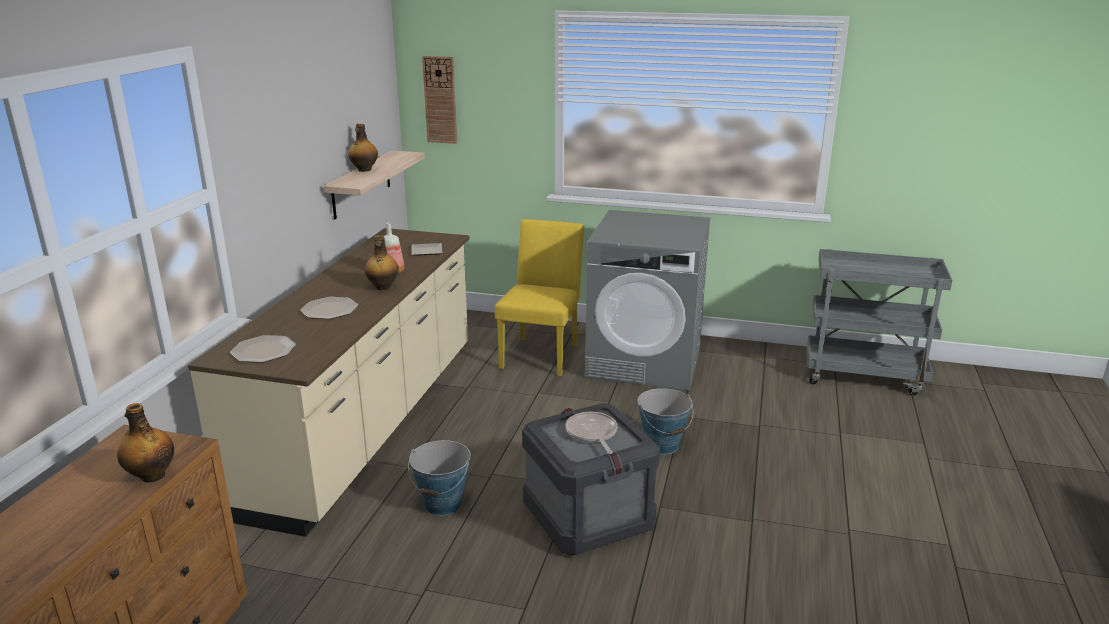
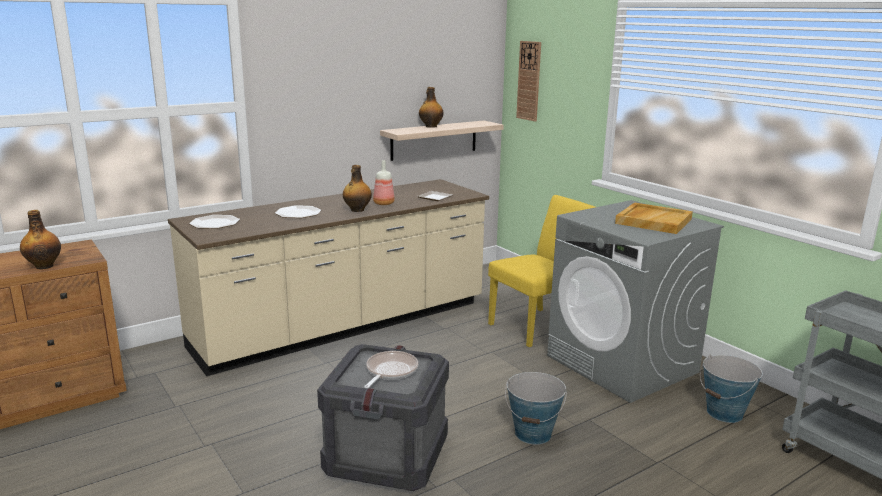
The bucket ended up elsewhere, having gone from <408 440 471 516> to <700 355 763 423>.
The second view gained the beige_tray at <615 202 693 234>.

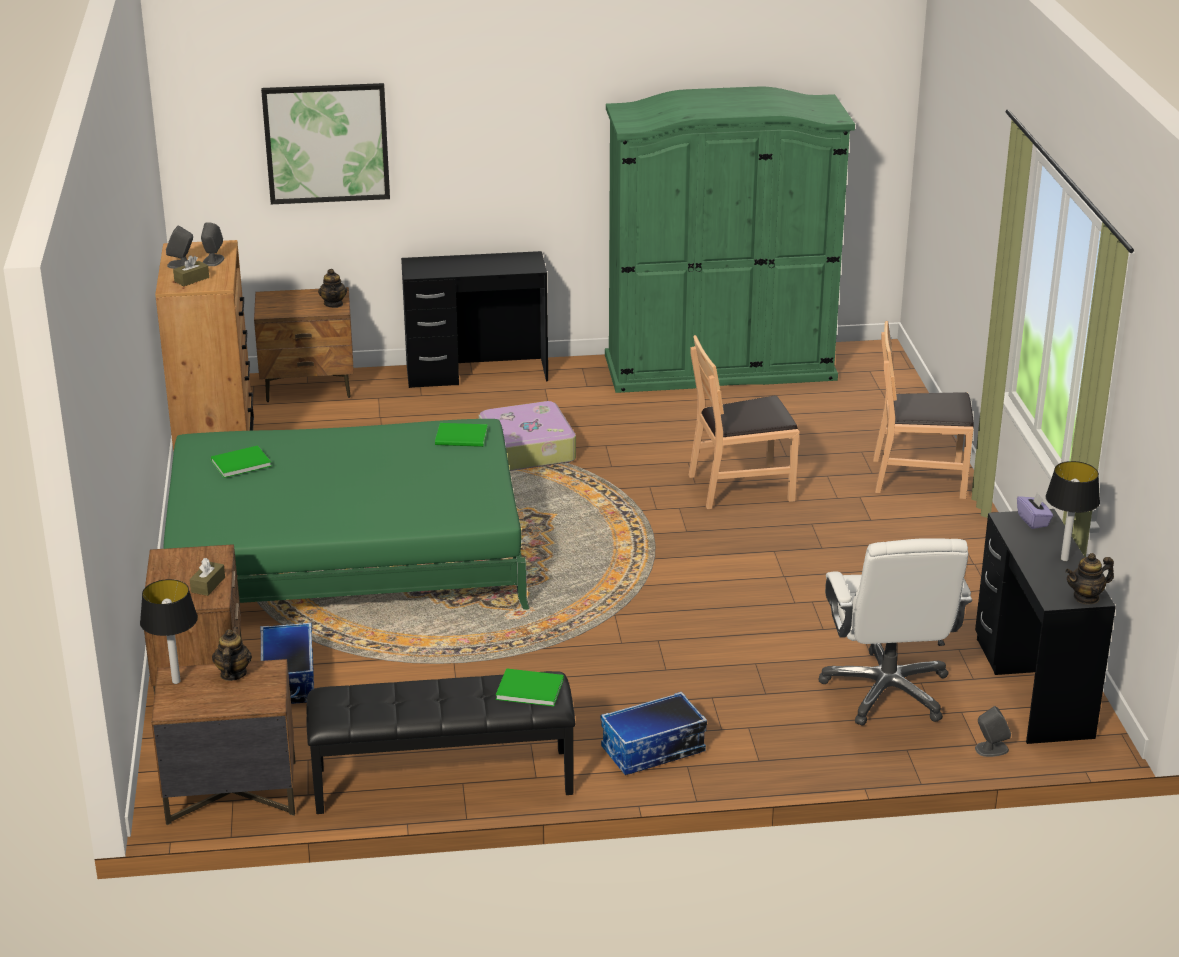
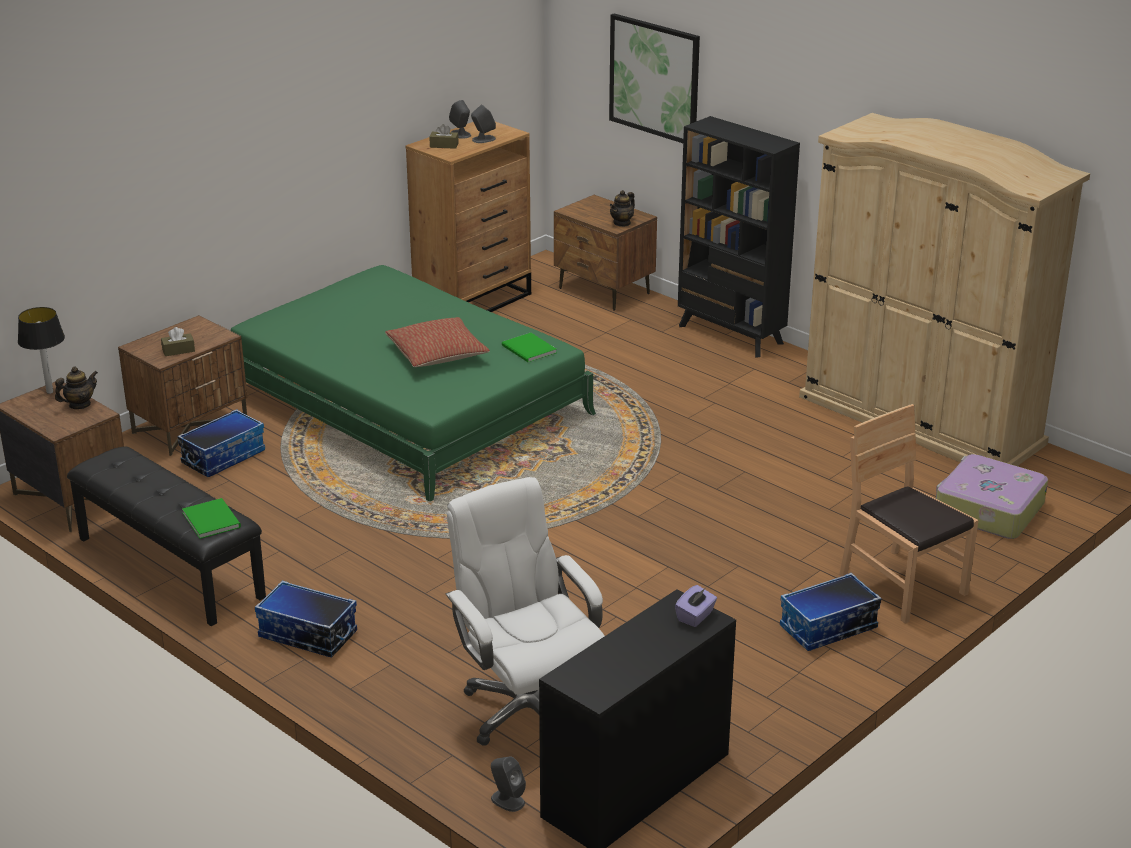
What was the green_wardrobe at <605 87 855 393> turned into the beige_wardrobe at <799 113 1090 466>.
Where the black_desk stood at <401 251 548 388>, the black_bookcase came to stand at <678 116 800 357>.
The second view lost the brown_chair at <688 335 799 509>.
The suitcase ended up elsewhere, having gone from <478 401 576 471> to <936 454 1048 539>.
The second view lost the green_book at <211 445 271 478>.
The second view lost the table_lamp at <1046 461 1100 561>.
The white_office_chair at <818 539 972 725> ended up facing another way, 105 degrees clockwise from before.
The second view lost the teapot at <1065 553 1114 604>.
The second view gained the pillow at <385 317 490 367>.
The second view gained the storage_box at <780 573 881 651>.

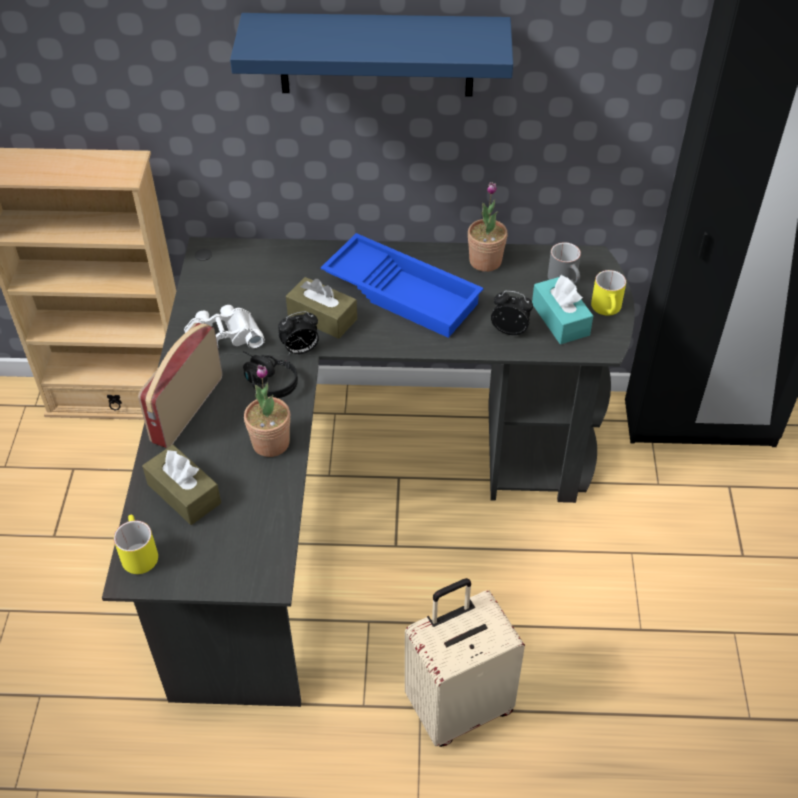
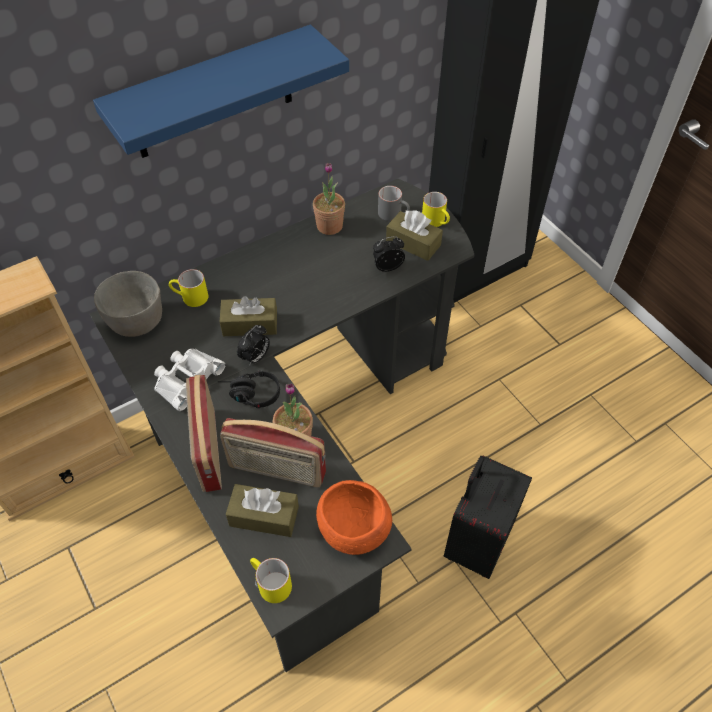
The second view lost the blue_tray at <321 233 484 338>.
What was the turquoise_tissue_box at <532 275 593 344> turned into the brown_tissue_box at <386 210 443 261>.
What was the beige_suitcase at <405 578 525 747> turned into the black_suitcase at <444 455 532 579>.
The second view gained the yellow_mug at <169 269 208 307>.
The second view gained the grey_bowl at <94 271 162 337>.
The second view gained the radio at <220 418 326 487>.
The second view gained the orange_bowl at <316 480 392 555>.

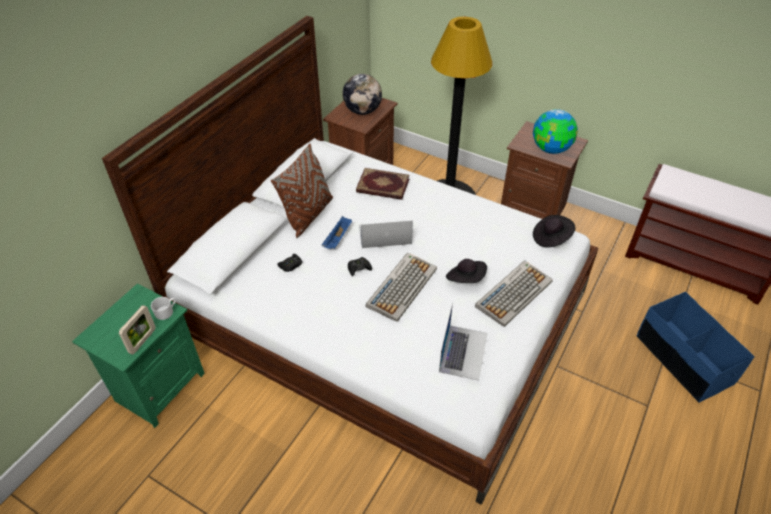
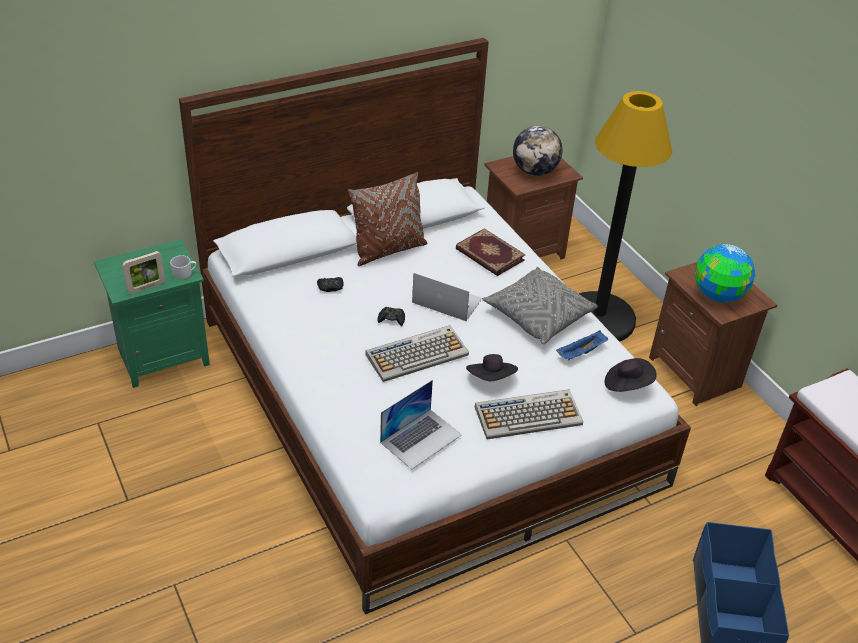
The blue_tray ended up elsewhere, having gone from <321 216 352 249> to <556 330 608 360>.
The second view gained the grey_pillow at <482 267 598 344>.

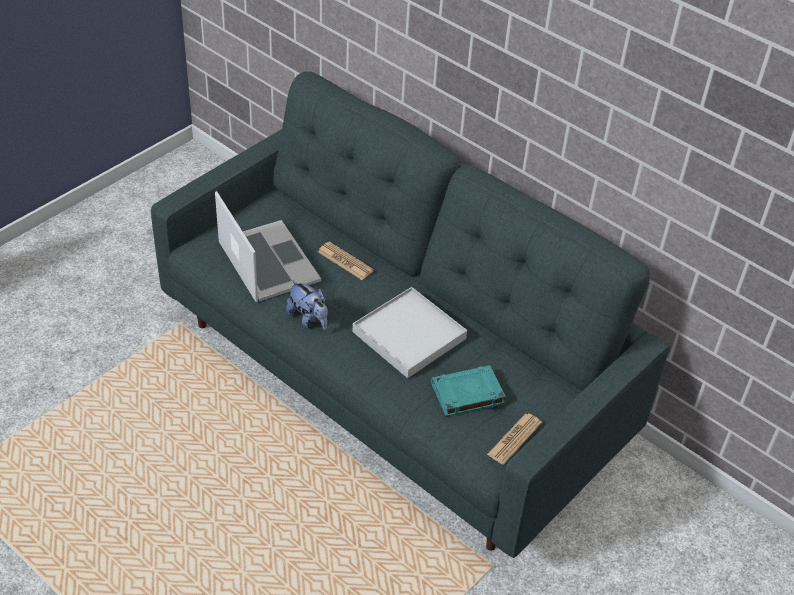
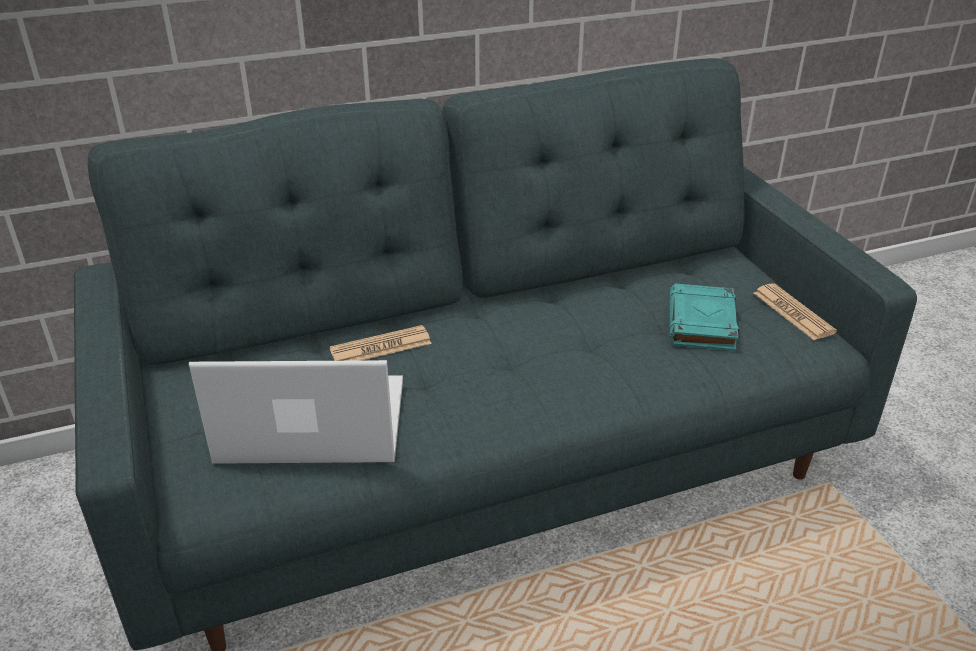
The second view lost the plush_toy at <286 280 328 330>.
The second view lost the white_tray at <353 287 467 378>.

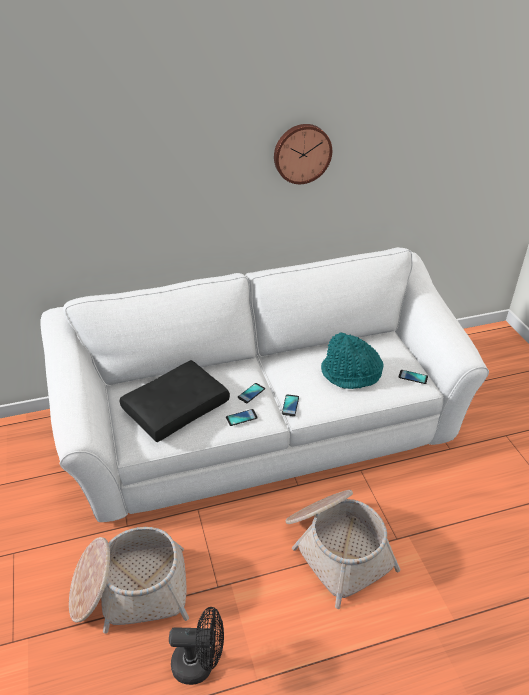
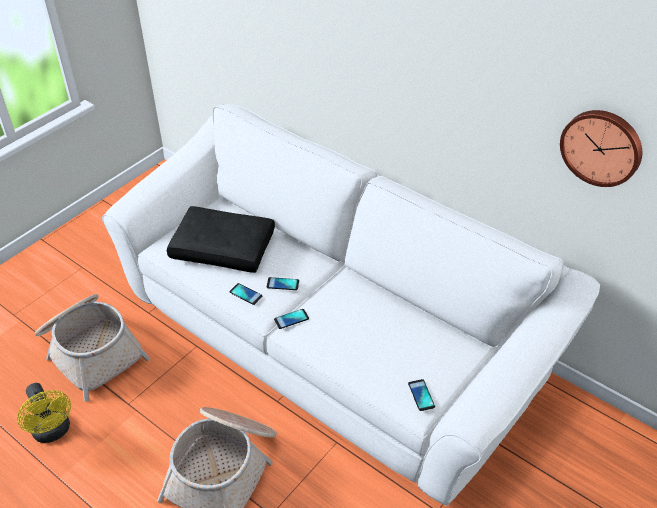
The wall_clock ended up elsewhere, having gone from <274 124 332 184> to <560 110 642 187>.
The second view lost the turquoise_hat at <321 332 384 389>.
What was the black_fan at <169 607 224 685> turned into the yellow_fan at <17 383 71 443>.

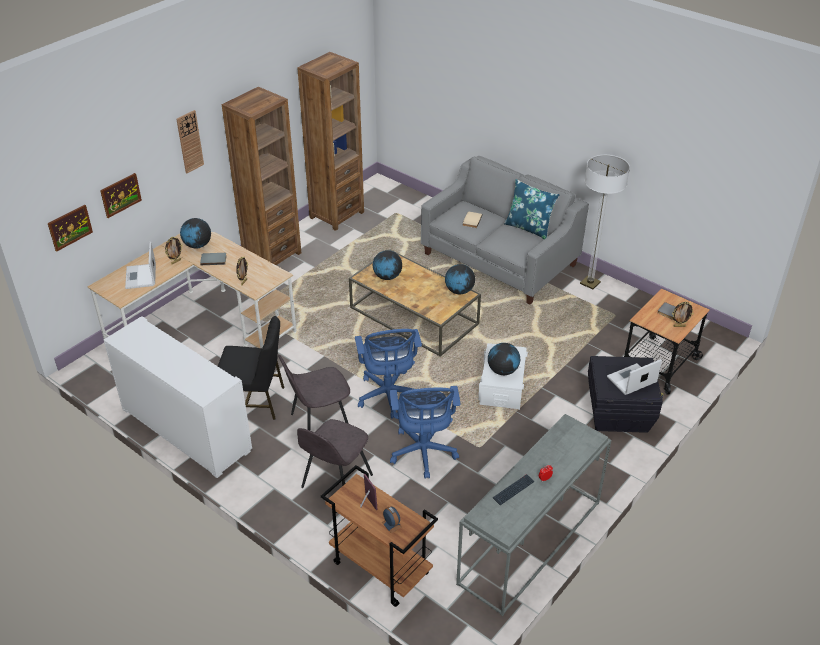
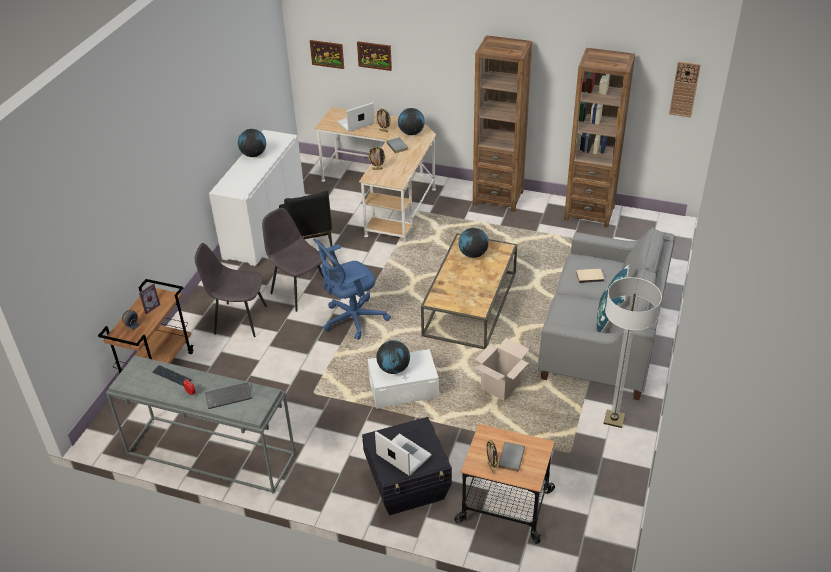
The wall_clock ended up elsewhere, having gone from <176 110 204 173> to <669 61 701 117>.
The globe ended up elsewhere, having gone from <445 264 475 294> to <238 129 266 157>.
The second view lost the blue_office_chair at <390 386 460 479>.
The second view gained the cardboard_box at <474 338 529 401>.
The second view gained the keyboard at <205 382 252 409>.

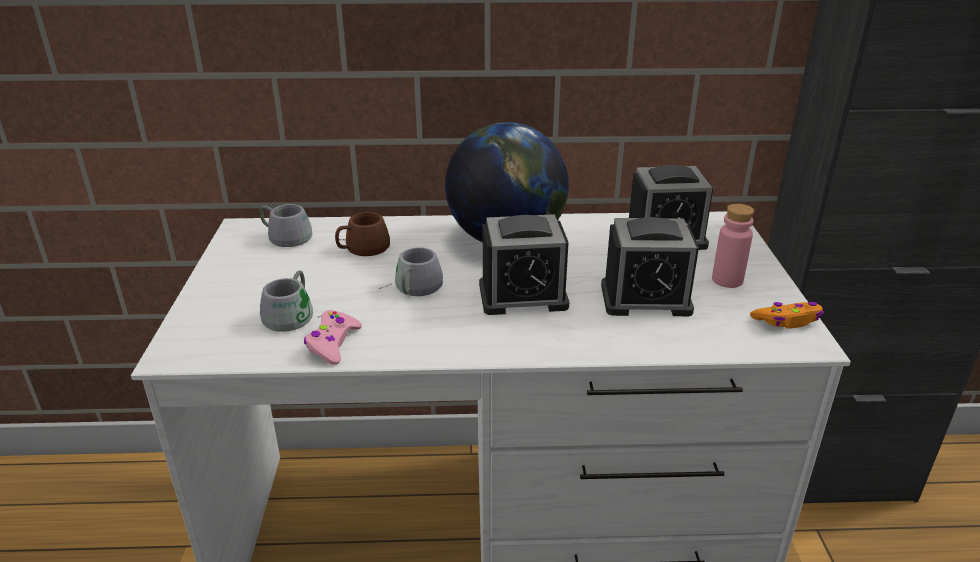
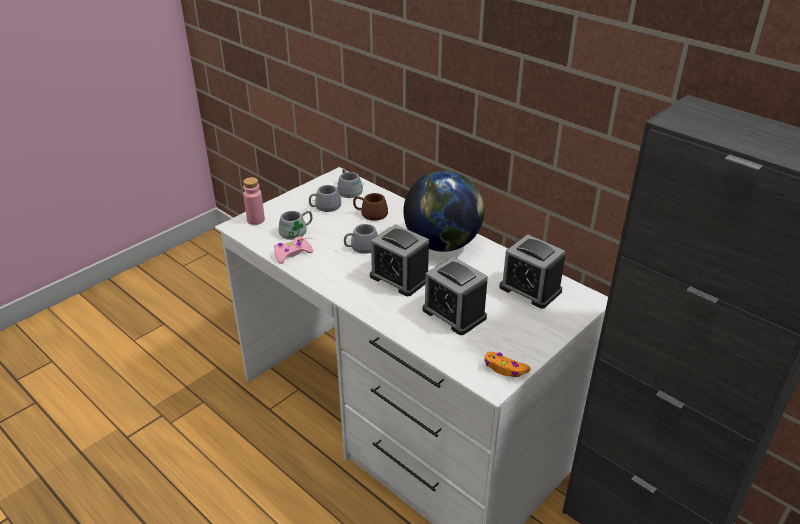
The pink_bottle ended up elsewhere, having gone from <712 204 754 288> to <243 177 265 225>.
The second view gained the grey_mug at <309 185 341 212>.

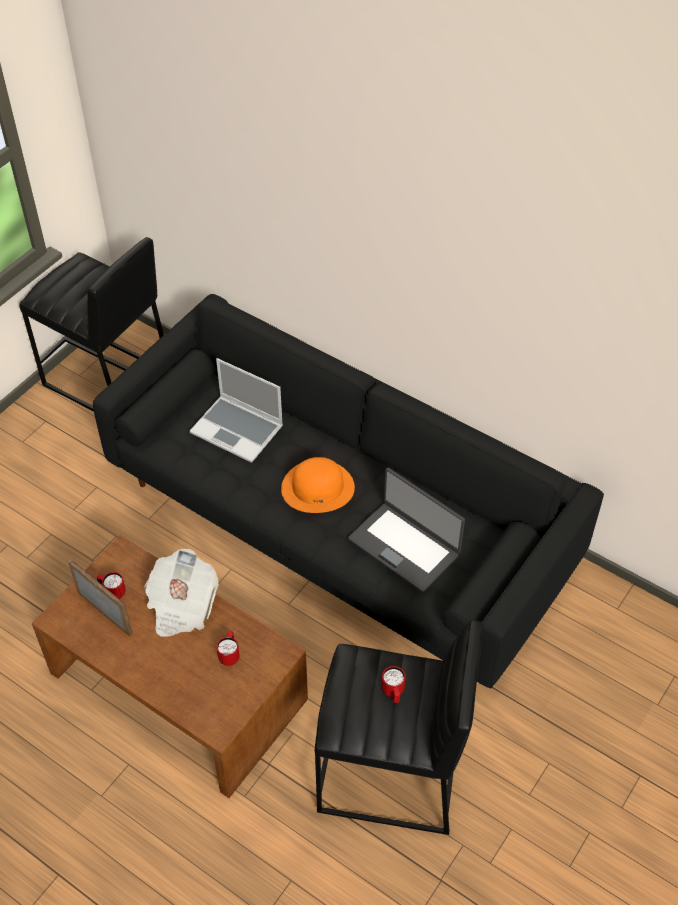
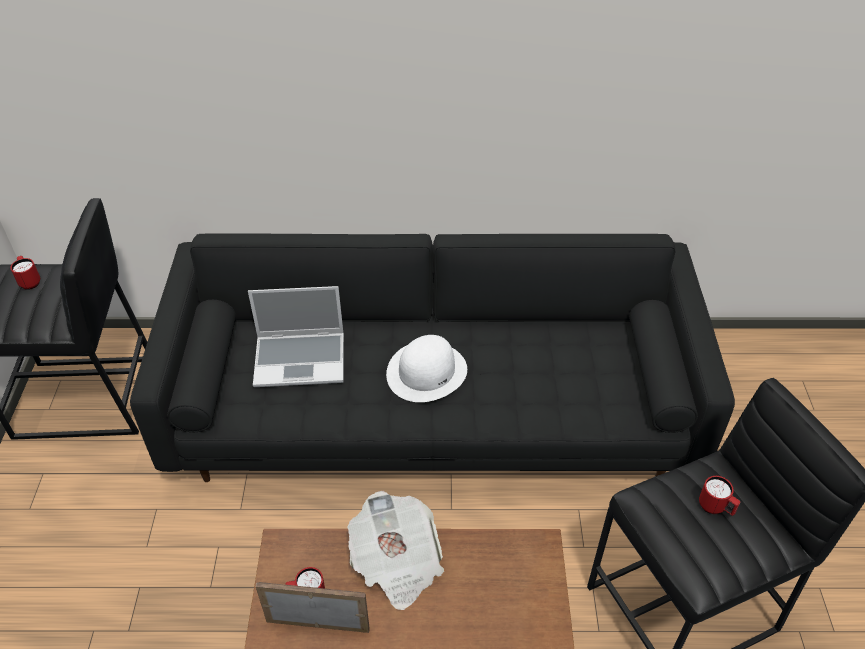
What was the orange_hat at <281 457 355 513> turned into the white_hat at <386 335 467 402>.
The second view lost the laptop at <348 468 465 592>.
The red_mug ended up elsewhere, having gone from <217 631 240 666> to <10 256 40 290>.

